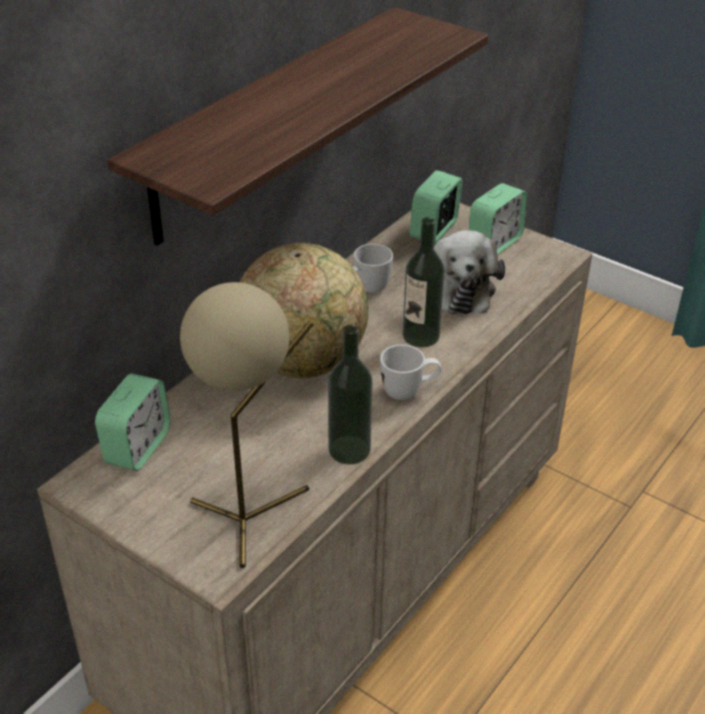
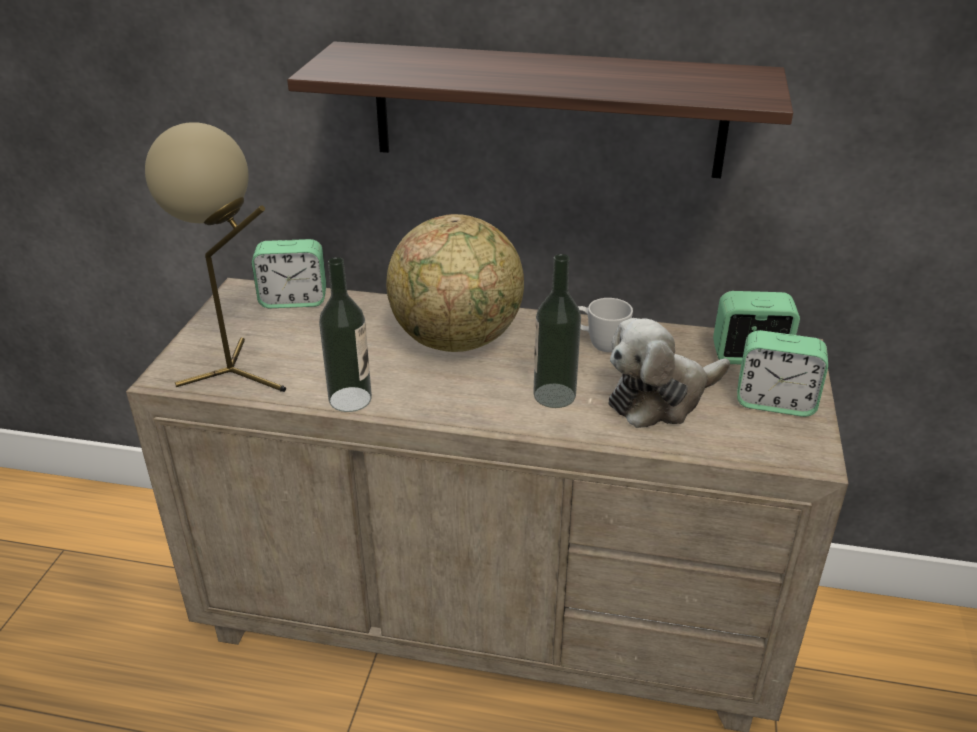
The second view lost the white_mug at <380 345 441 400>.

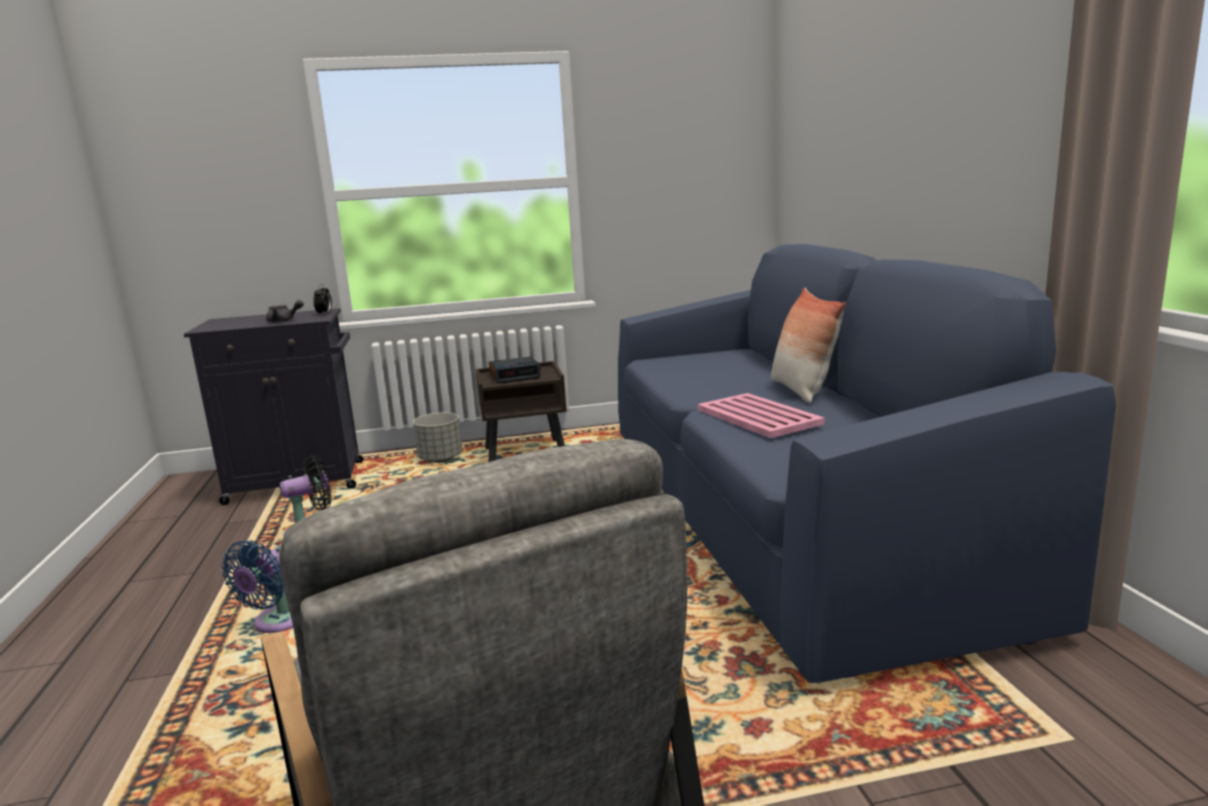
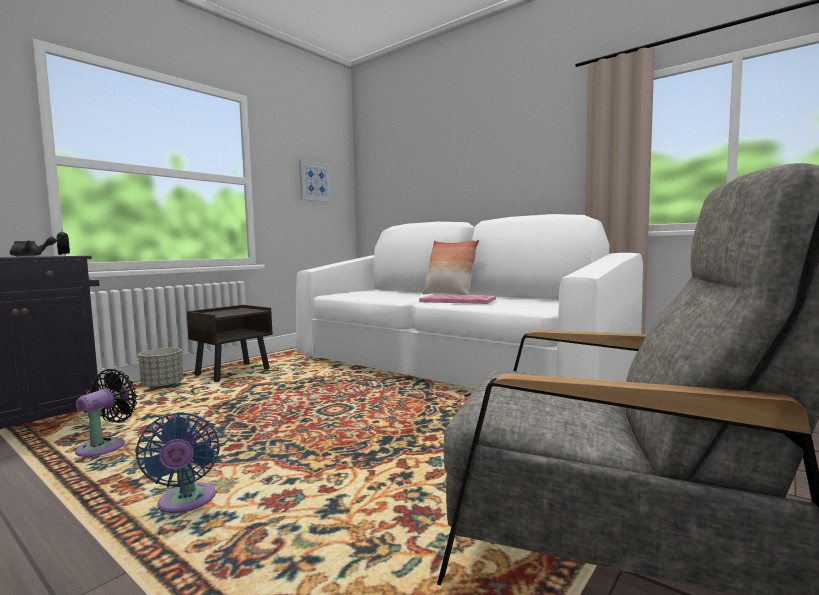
What was the blue_sofa at <618 244 1116 683> turned into the white_sofa at <296 214 643 389>.
The second view lost the alarm_clock at <489 356 541 383>.
The second view gained the picture at <299 160 332 202>.

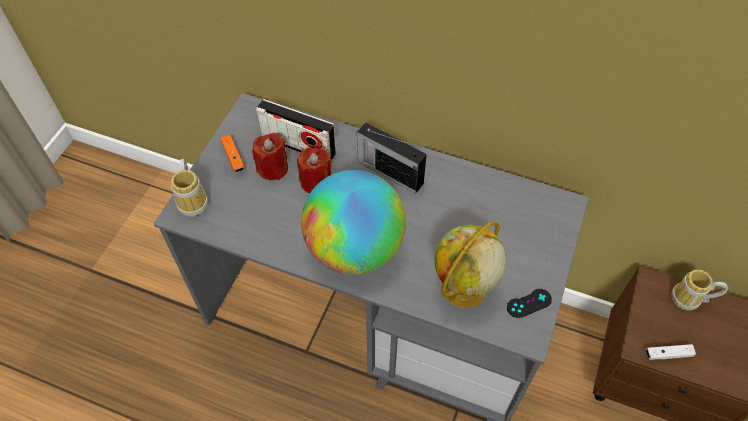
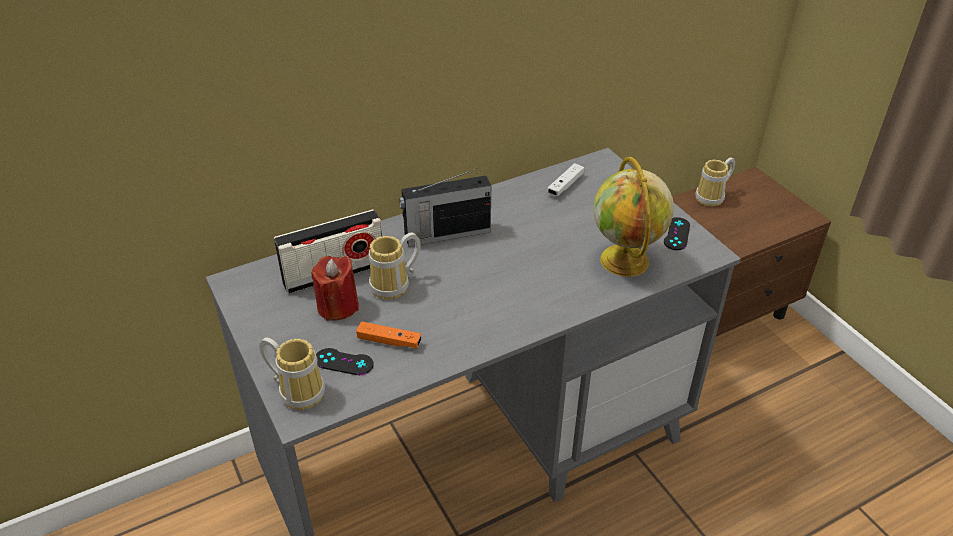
The orange_game_controller ended up elsewhere, having gone from <220 135 245 173> to <356 322 422 349>.
Where the red_candle stood at <297 148 332 194>, the mug came to stand at <369 232 421 299>.
The second view lost the globe at <301 170 406 275>.
The white_game_controller ended up elsewhere, having gone from <646 344 696 360> to <547 163 584 196>.
The second view gained the black_game_controller at <316 348 374 375>.

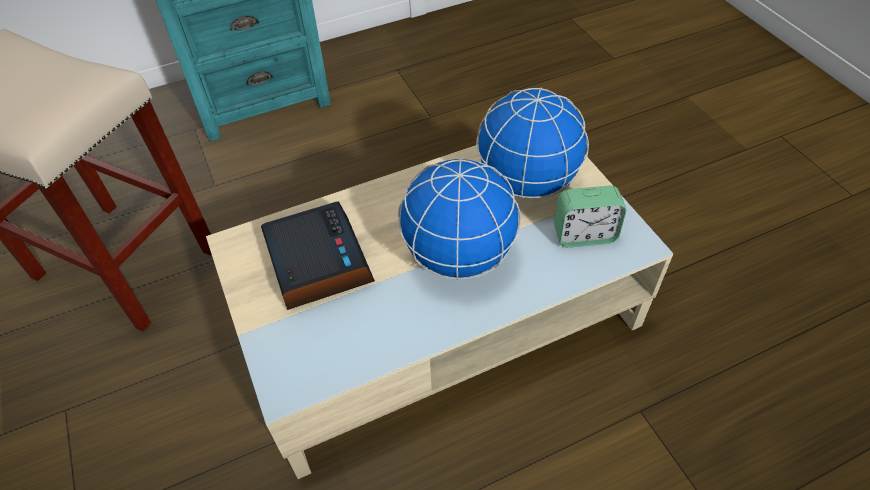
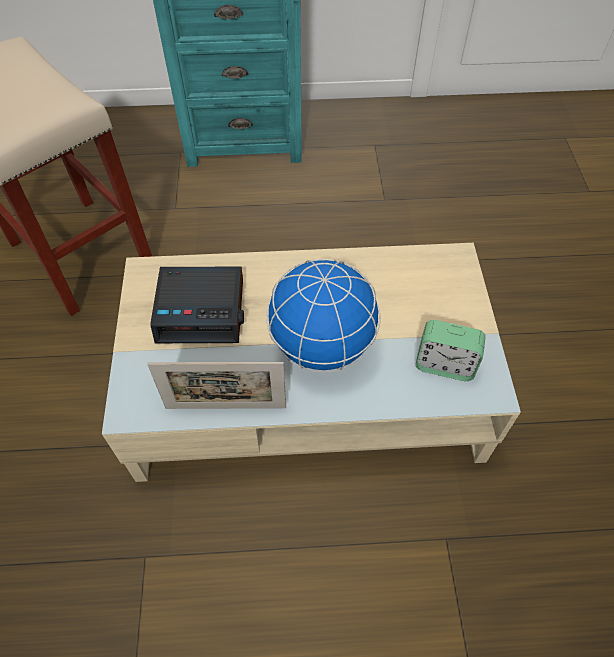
The second view lost the globe at <476 87 589 199>.
The alarm_clock at <261 201 375 310> ended up facing another way, 90 degrees clockwise from before.
The second view gained the picture_frame at <147 362 286 409>.

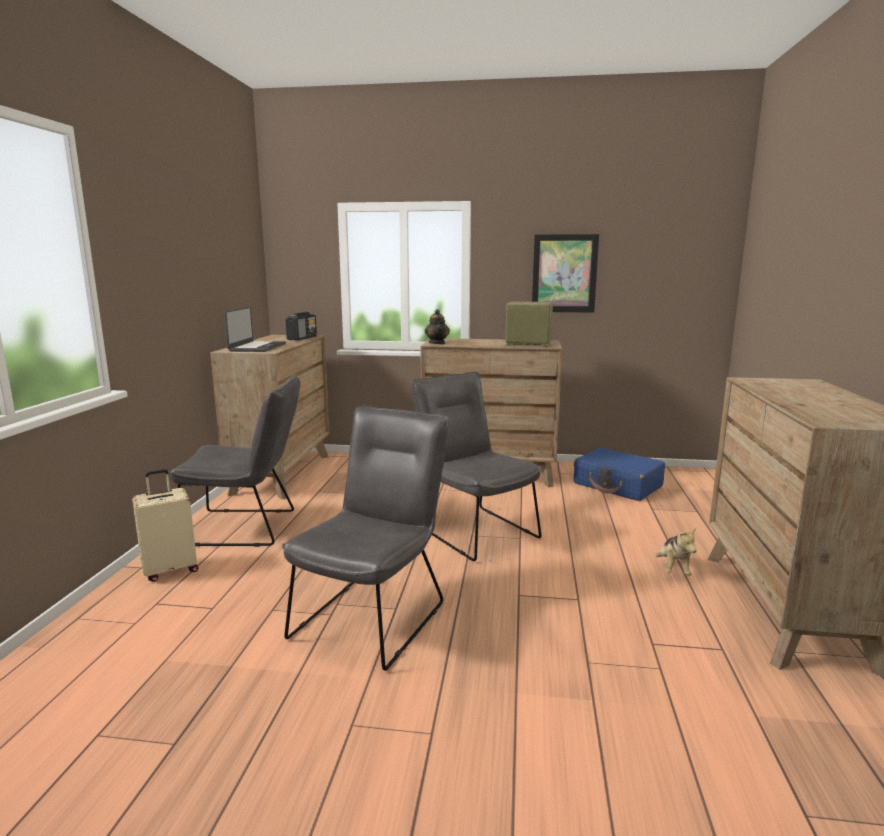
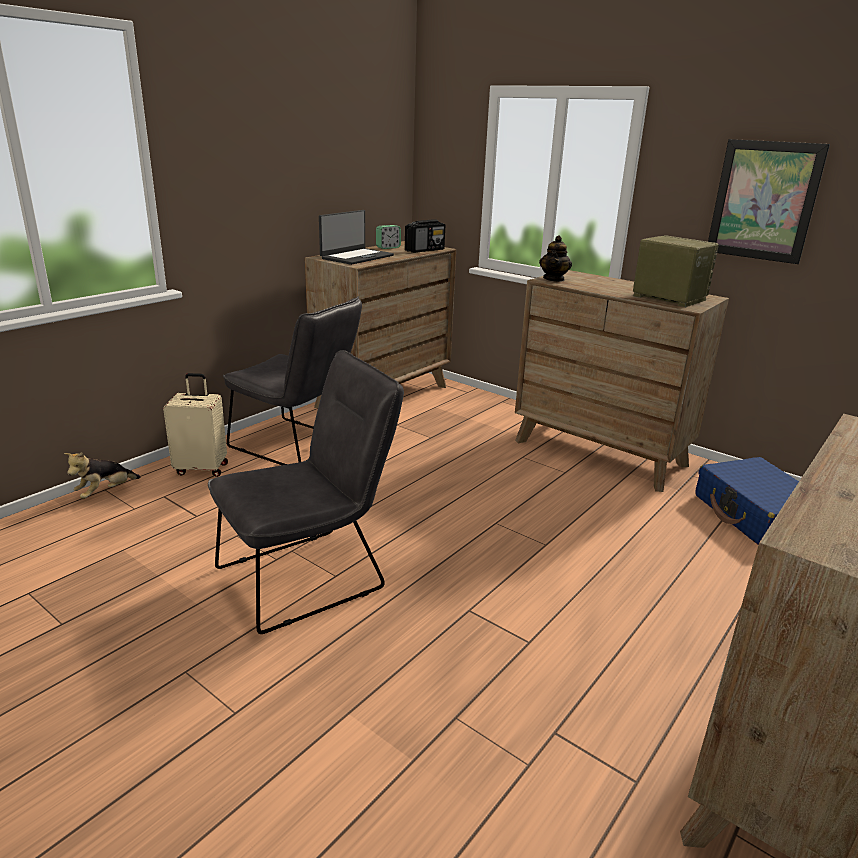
The second view lost the grey_chair at <411 372 542 561>.
The plush_toy ended up elsewhere, having gone from <655 528 697 576> to <64 452 141 499>.
The second view gained the alarm_clock at <376 225 401 249>.

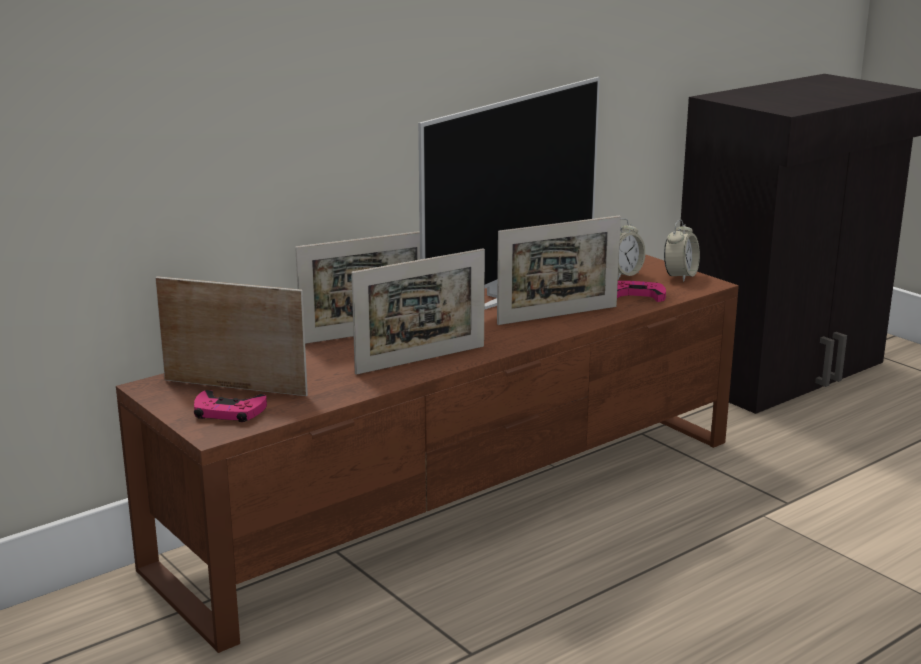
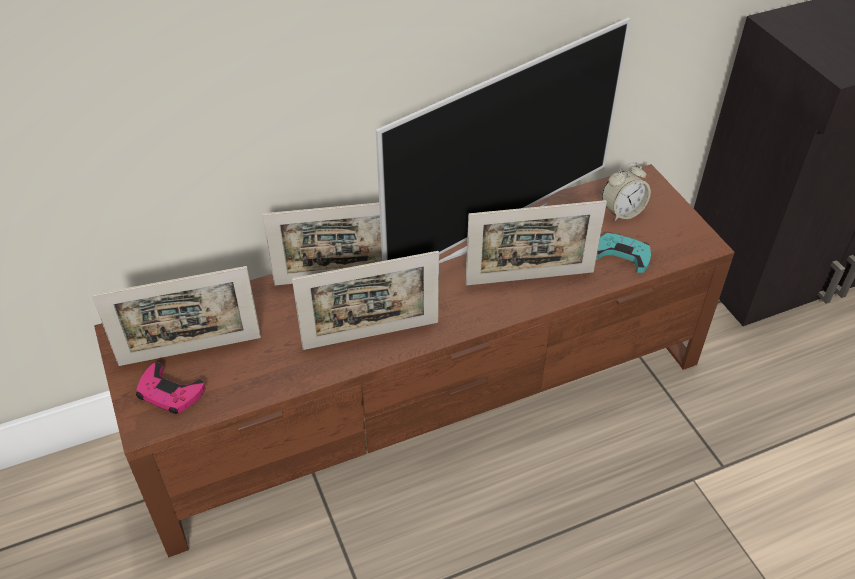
The second view lost the alarm_clock at <664 220 700 282>.
The picture_frame at <155 276 308 396> ended up facing another way, 135 degrees clockwise from before.
What was the pink_game_controller at <617 281 666 302> turned into the turquoise_game_controller at <596 233 651 273>.

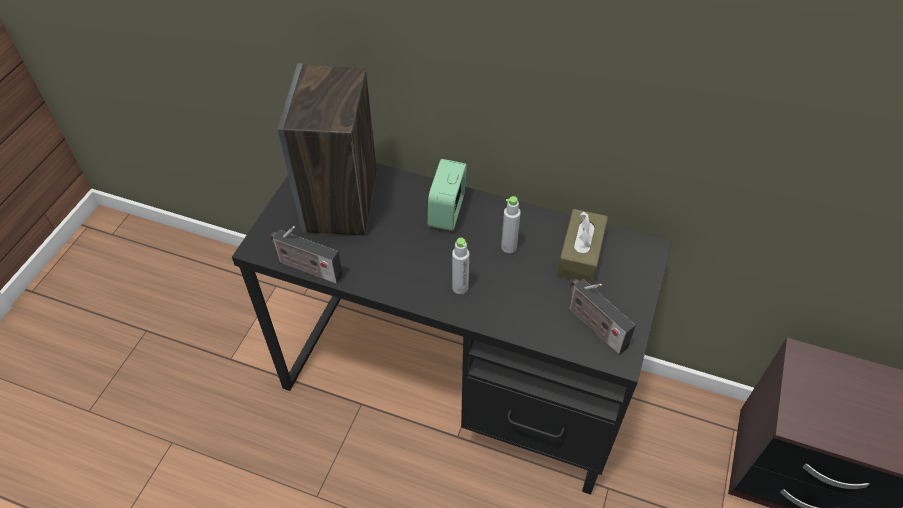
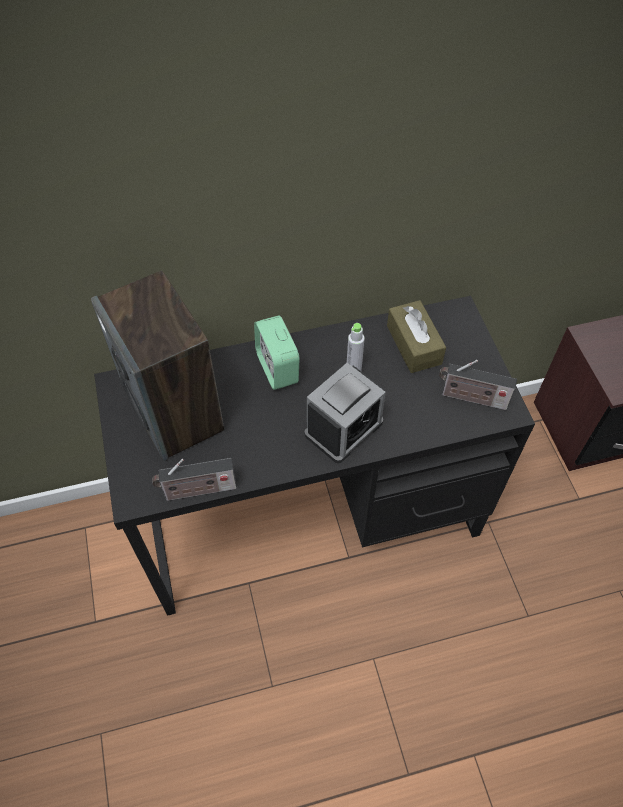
Where the grey_bottle stood at <452 238 469 294>, the alarm_clock came to stand at <304 363 386 464>.

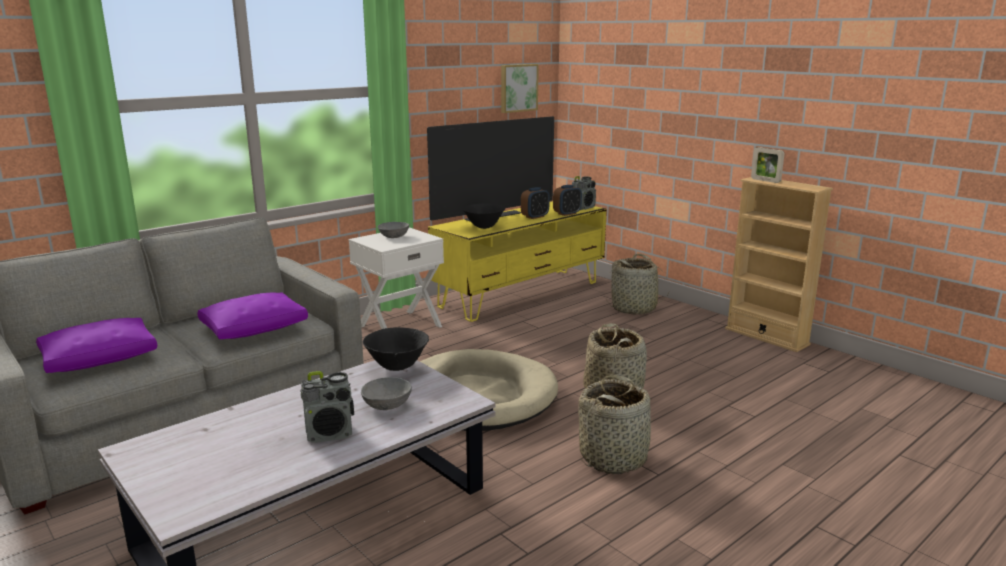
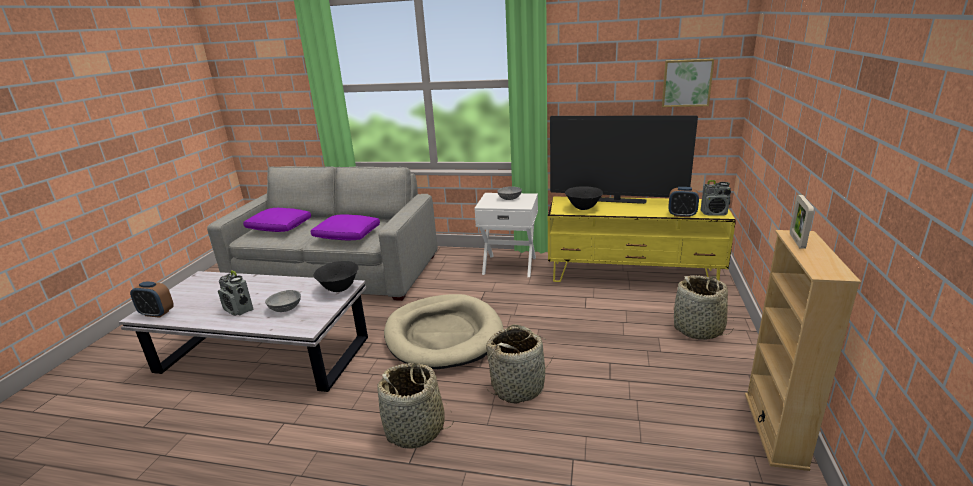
The alarm_clock ended up elsewhere, having gone from <521 187 550 219> to <130 282 174 318>.

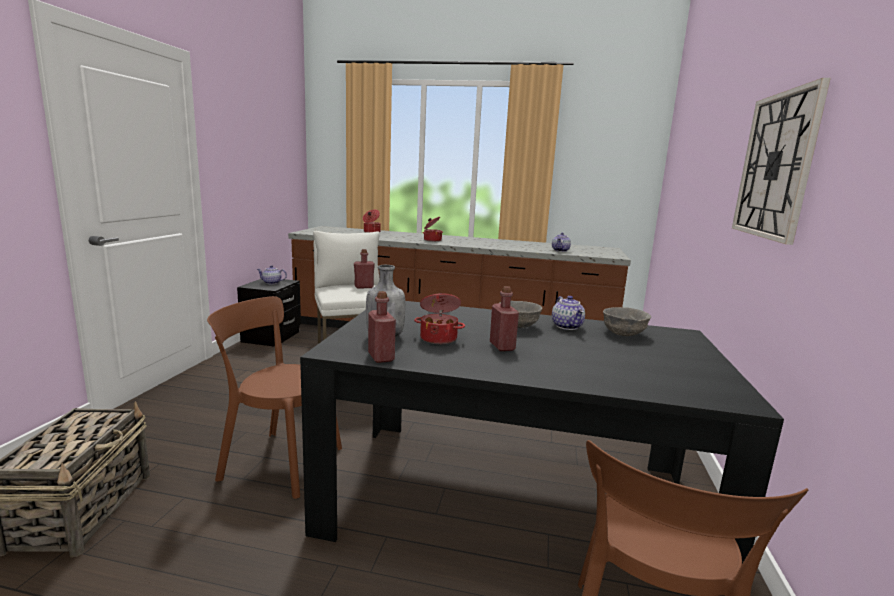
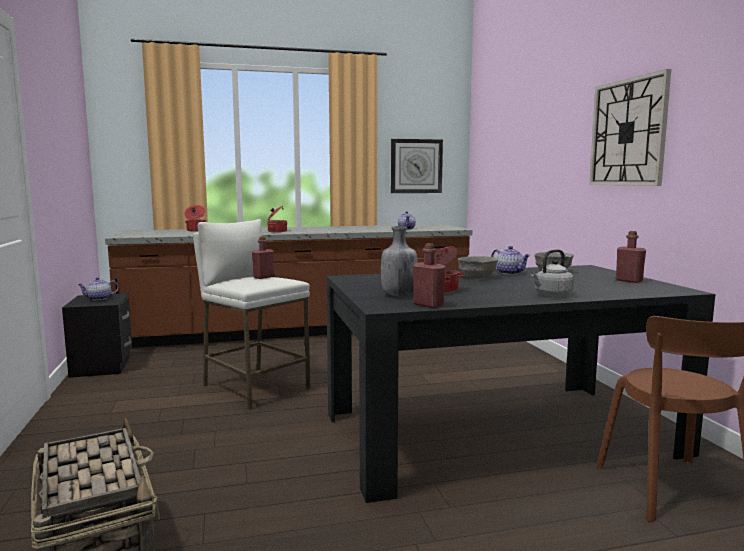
The red_bottle ended up elsewhere, having gone from <490 286 519 351> to <616 231 646 283>.
The second view lost the brown_chair at <207 296 342 499>.
The second view gained the wall_clock at <391 139 443 193>.
The second view gained the grey_kettle at <530 249 574 297>.

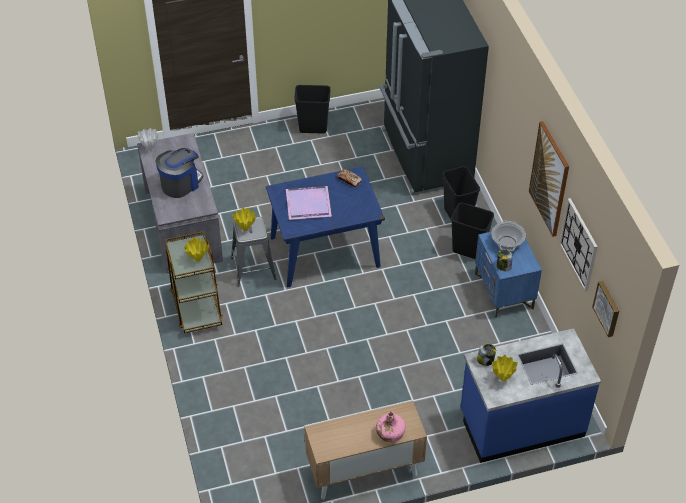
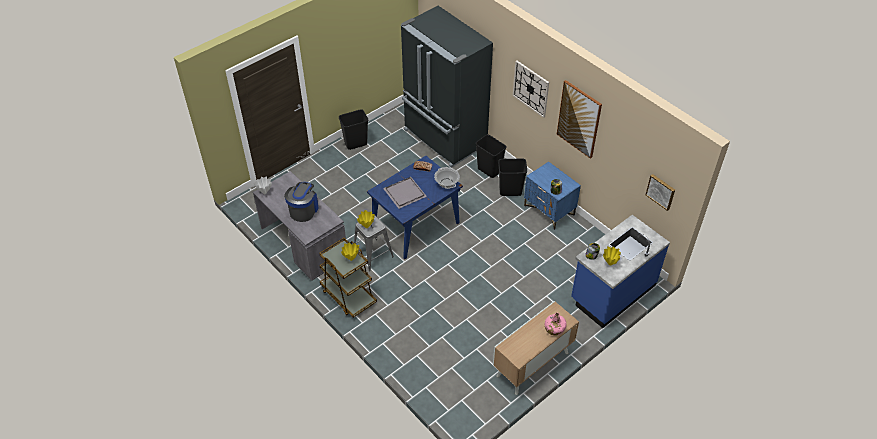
What was the purple_tray at <286 186 332 220> turned into the grey_tray at <383 177 427 209>.
The wall_clock ended up elsewhere, having gone from <559 198 598 292> to <513 60 549 118>.
The cooking_pot ended up elsewhere, having gone from <491 221 526 251> to <434 167 460 189>.

